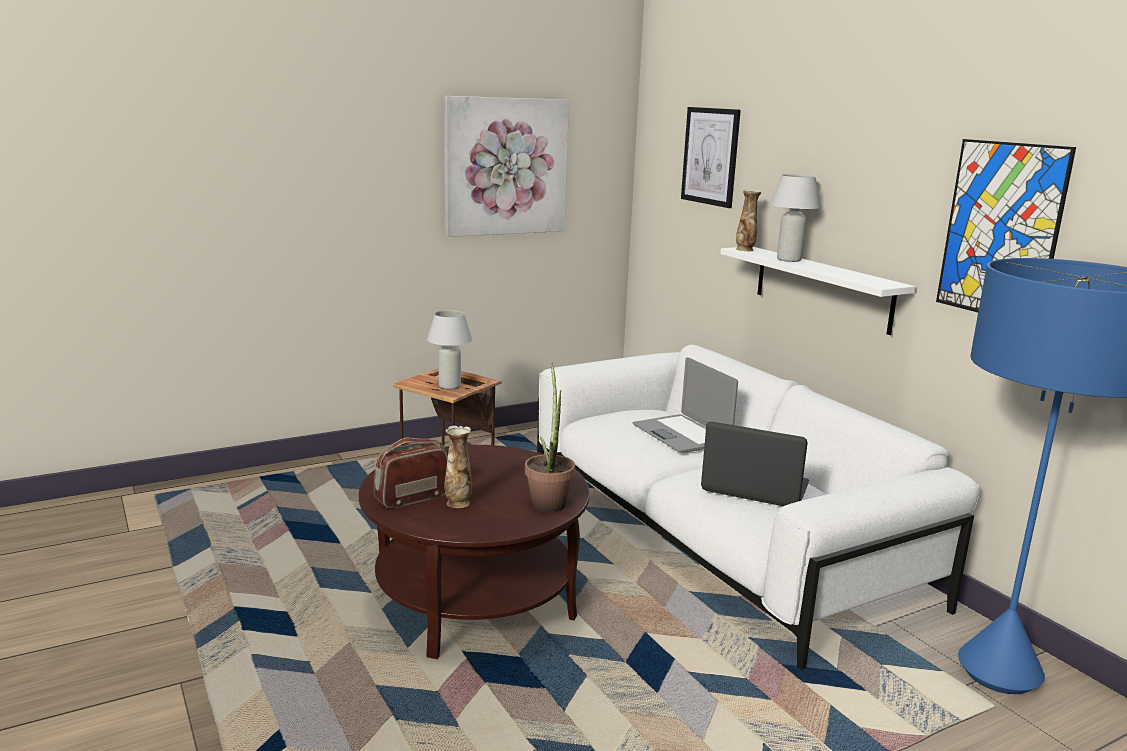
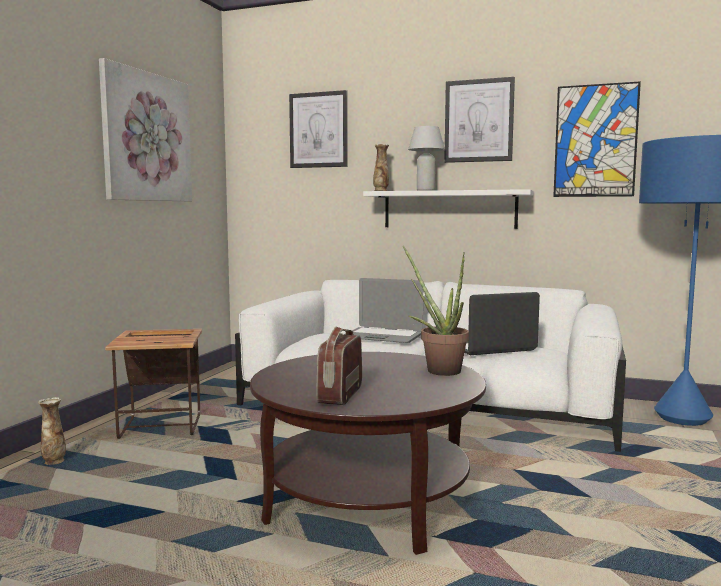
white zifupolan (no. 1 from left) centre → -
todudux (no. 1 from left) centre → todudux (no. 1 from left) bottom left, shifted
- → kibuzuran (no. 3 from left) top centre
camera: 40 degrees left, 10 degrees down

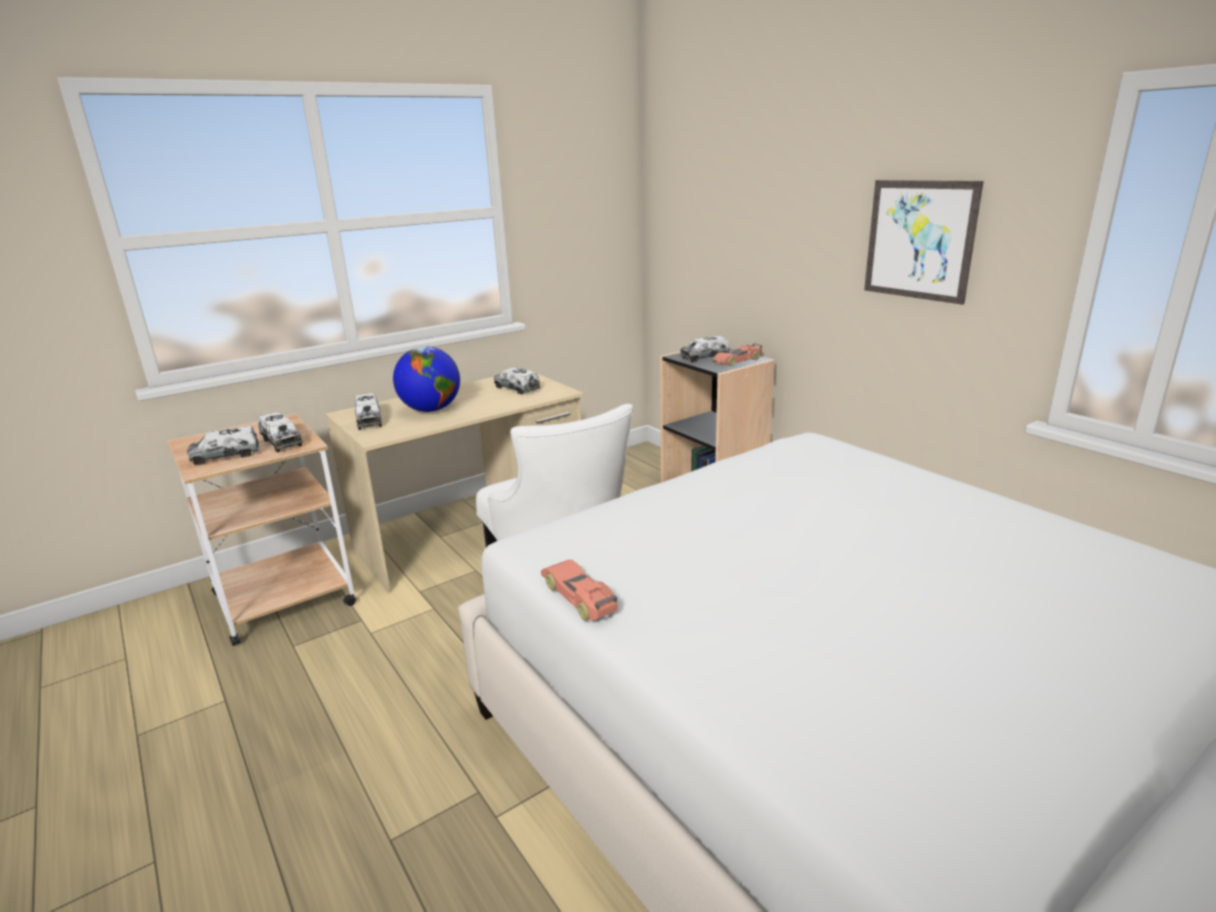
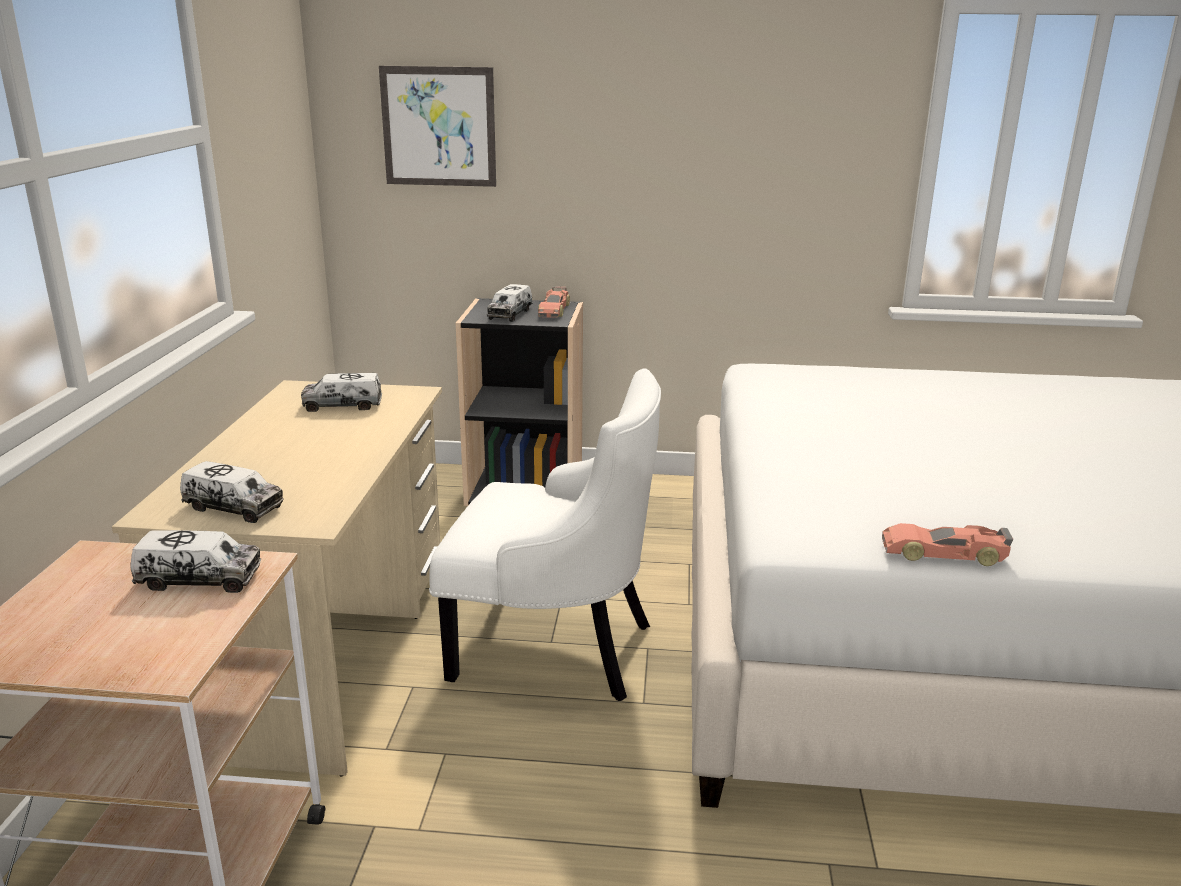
kibuzuran top right → kibuzuran top centre, shifted
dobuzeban centre → -
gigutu (no. 1 from left) middle left → -
camera: 50 degrees left, 0 degrees up

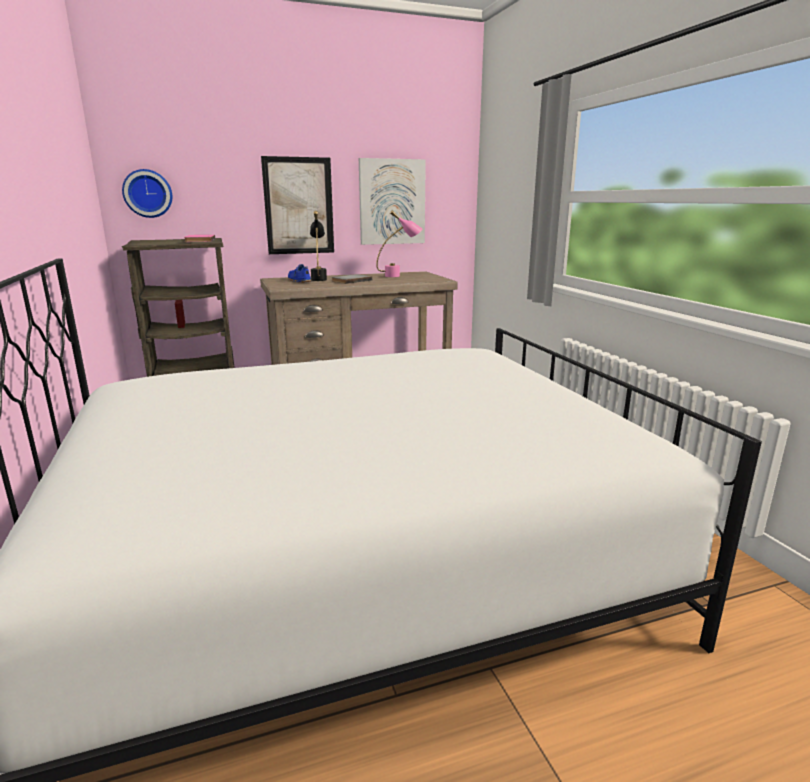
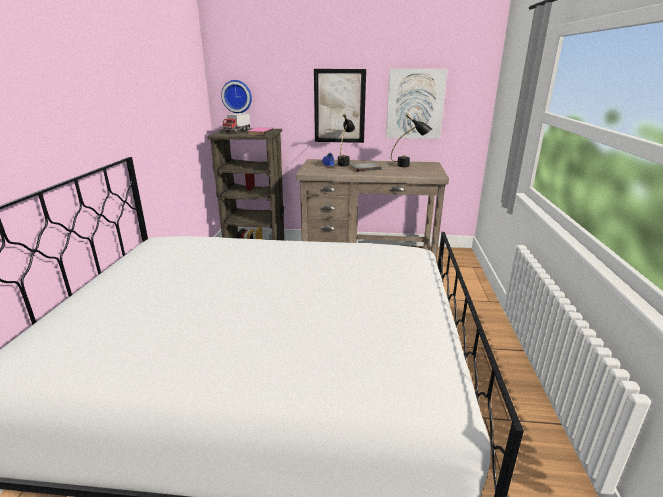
pink zifupolan top centre → black zifupolan (no. 2 from left) top centre
- → gigutu top centre
camera: 25 degrees right, 5 degrees up

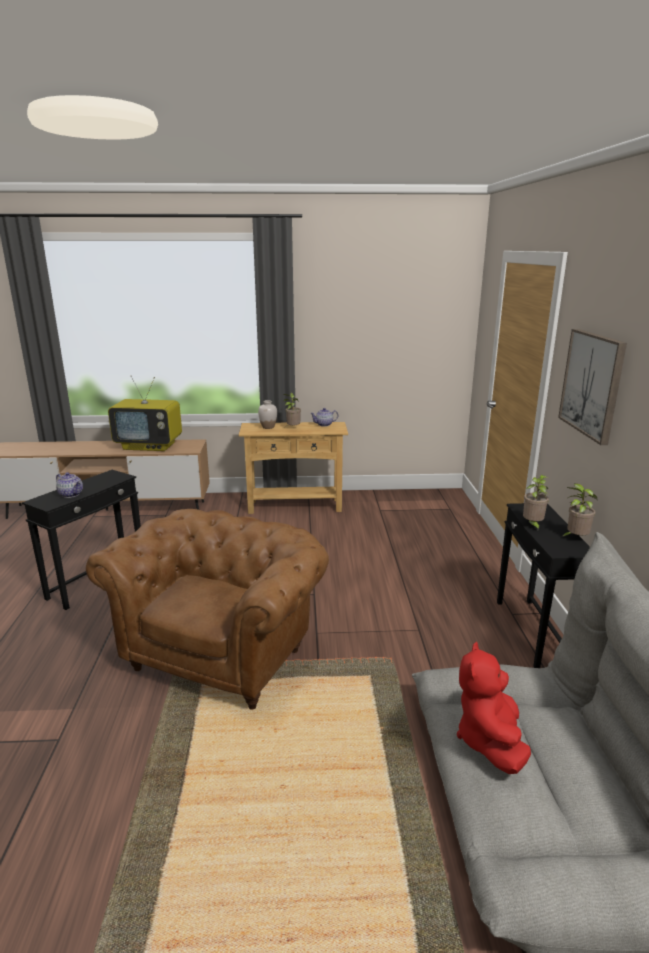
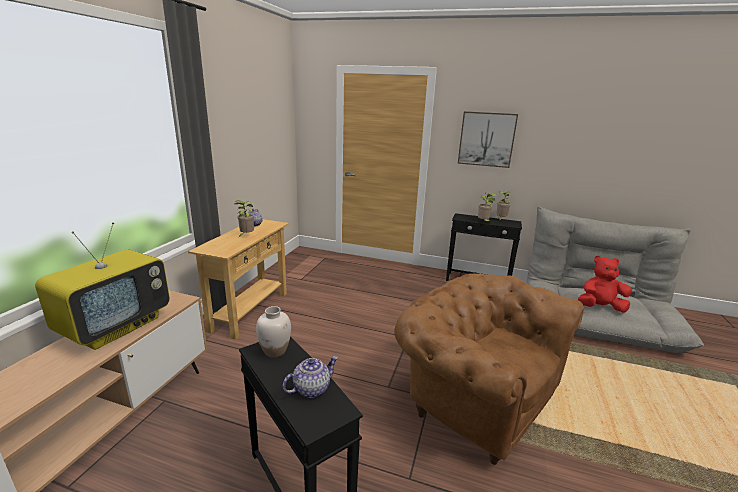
white todudux centre → white todudux bottom centre, shifted
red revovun bottom right → red revovun middle right, 150 degrees clockwise
camera: 70 degrees left, 0 degrees up

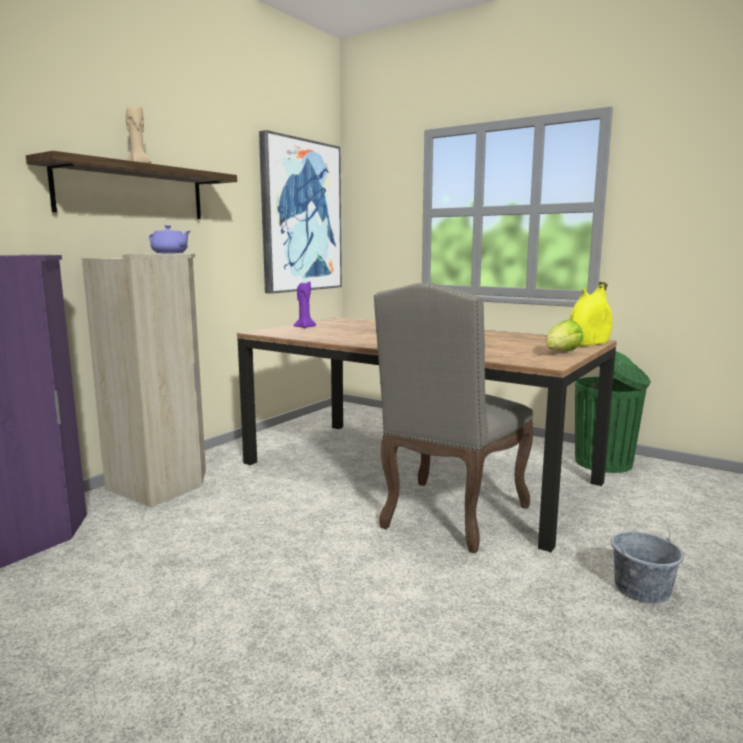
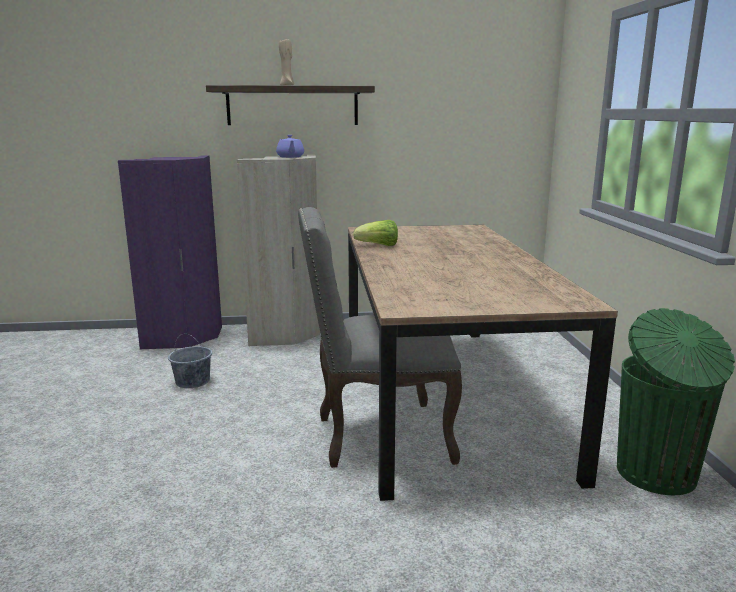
kibuzuran top centre → -
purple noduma centre → -
yellow todudux middle right → -
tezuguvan middle right → tezuguvan centre, shifted
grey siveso bottom right → grey siveso middle left, shifted
camera: 50 degrees right, 5 degrees up

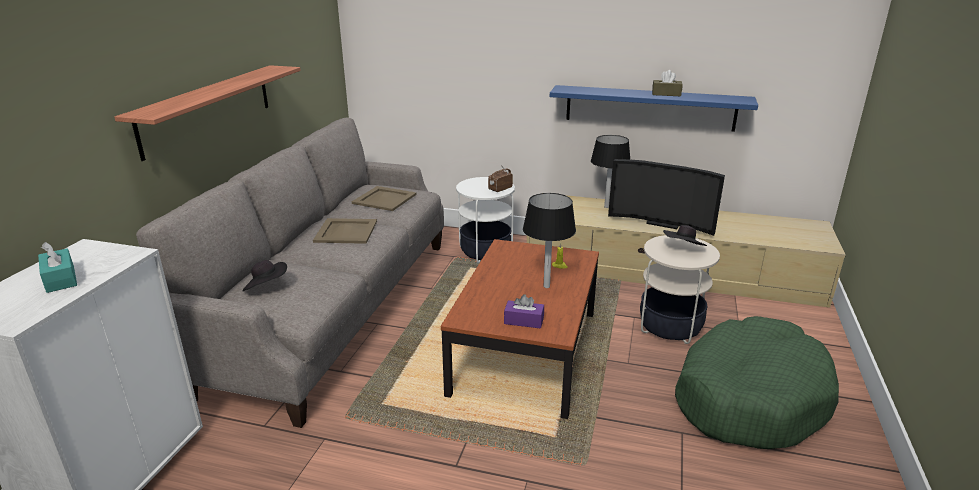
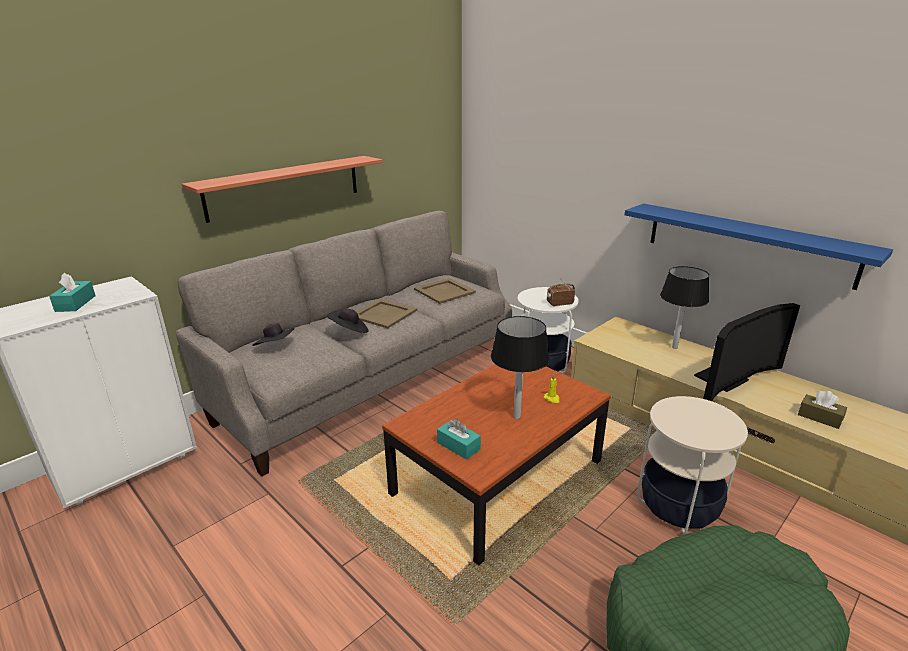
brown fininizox top right → brown fininizox middle right, shifted
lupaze middle right, 90 degrees counterclockwise
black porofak (no. 2 from left) middle right → black porofak (no. 2 from left) centre, shifted
purple fininizox centre → turquoise fininizox (no. 2 from left) bottom centre
camera: 30 degrees right, 0 degrees up

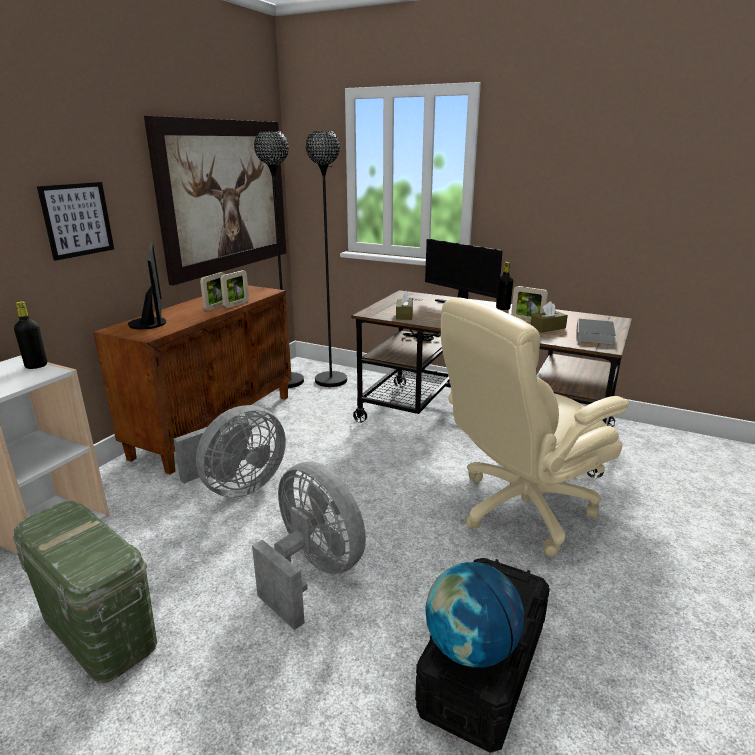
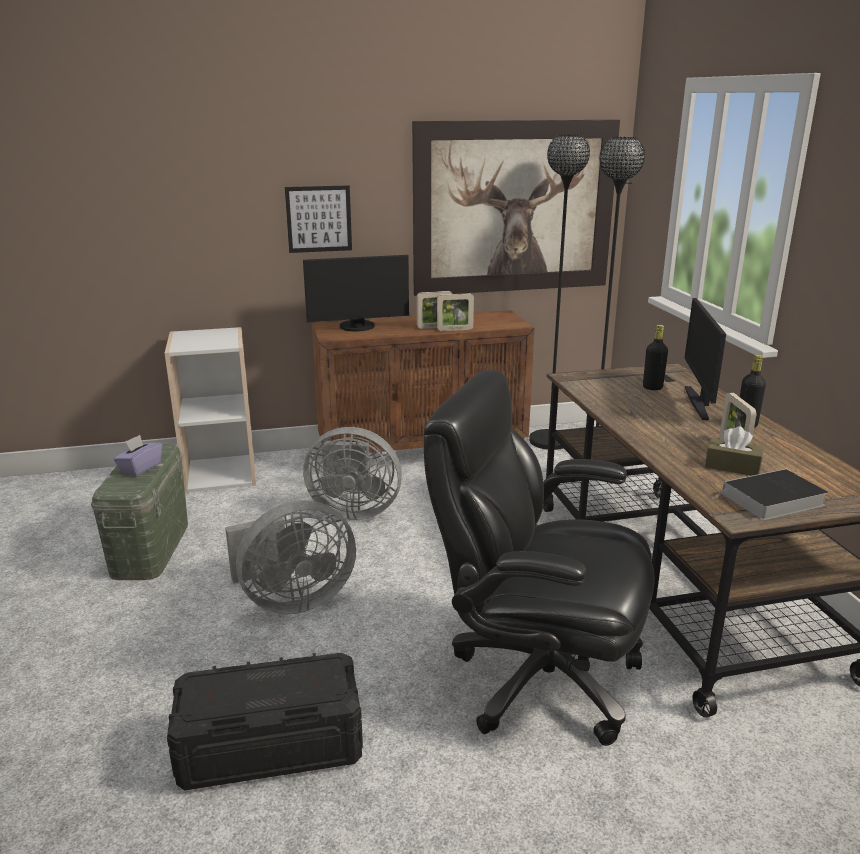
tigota (no. 1 from left) middle left → tigota (no. 1 from left) centre, 45 degrees clockwise
brown fininizox (no. 1 from left) centre → -
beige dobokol middle right → black dobokol centre
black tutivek (no. 1 from left) middle left → black tutivek (no. 1 from left) middle right, shifted
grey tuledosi (no. 2 from left in the first image) bottom centre → grey tuledosi (no. 1 from left) centre, 60 degrees clockwise
dobuzeban bottom centre → -
- → purple fininizox middle left
camera: 50 degrees right, 0 degrees up

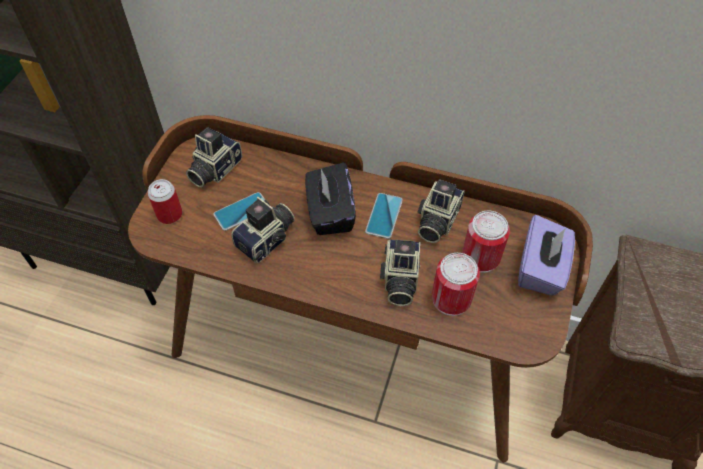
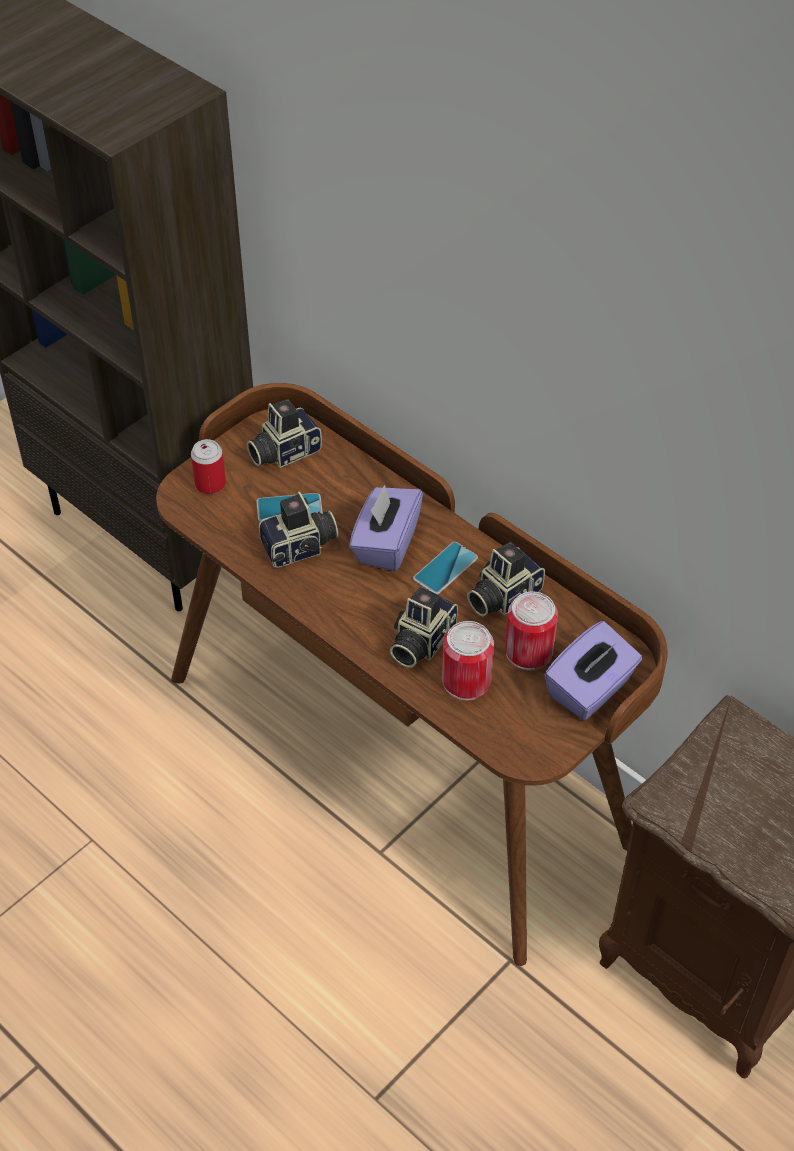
black fininizox centre → purple fininizox (no. 1 from left) centre
camera: 25 degrees right, 5 degrees down

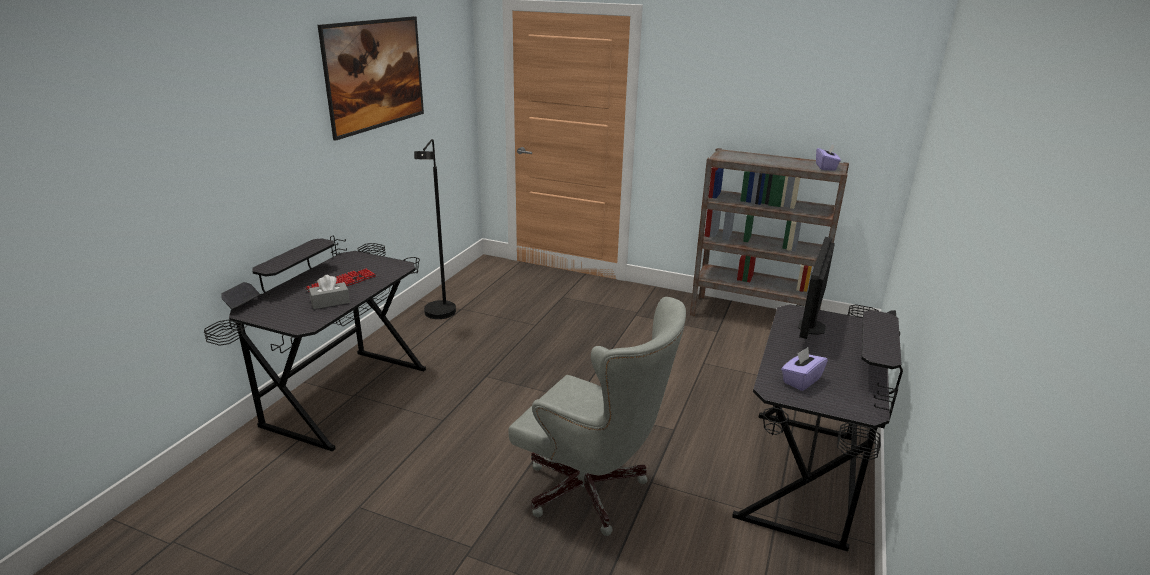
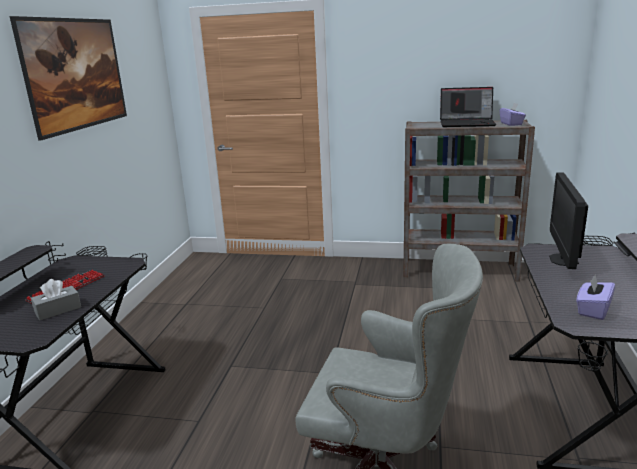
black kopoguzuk centre → -
- → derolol top right
camera: 10 degrees left, 5 degrees down

